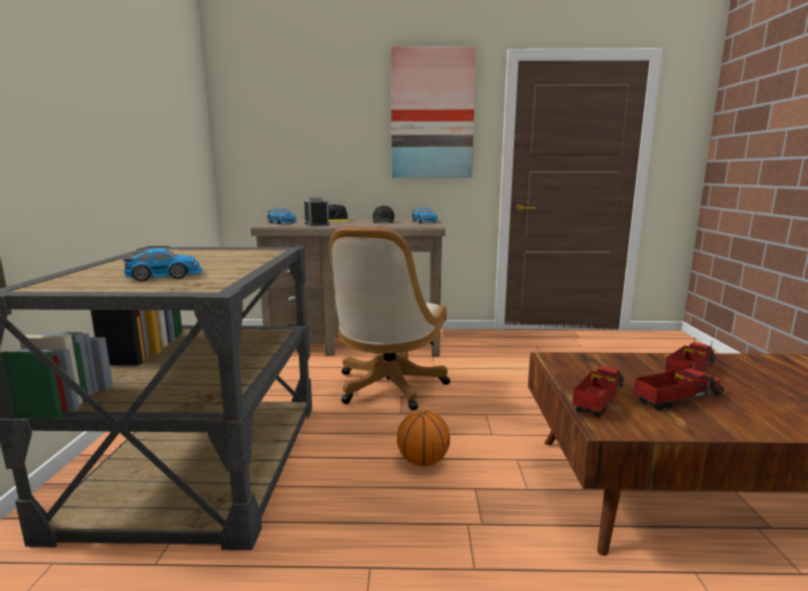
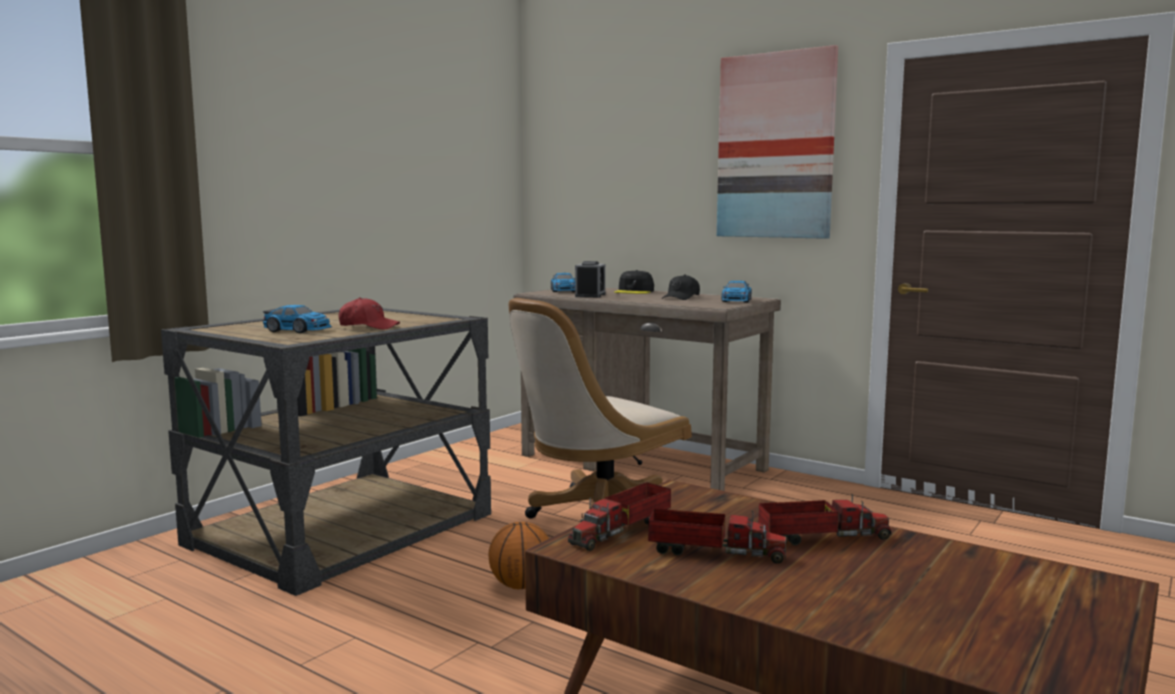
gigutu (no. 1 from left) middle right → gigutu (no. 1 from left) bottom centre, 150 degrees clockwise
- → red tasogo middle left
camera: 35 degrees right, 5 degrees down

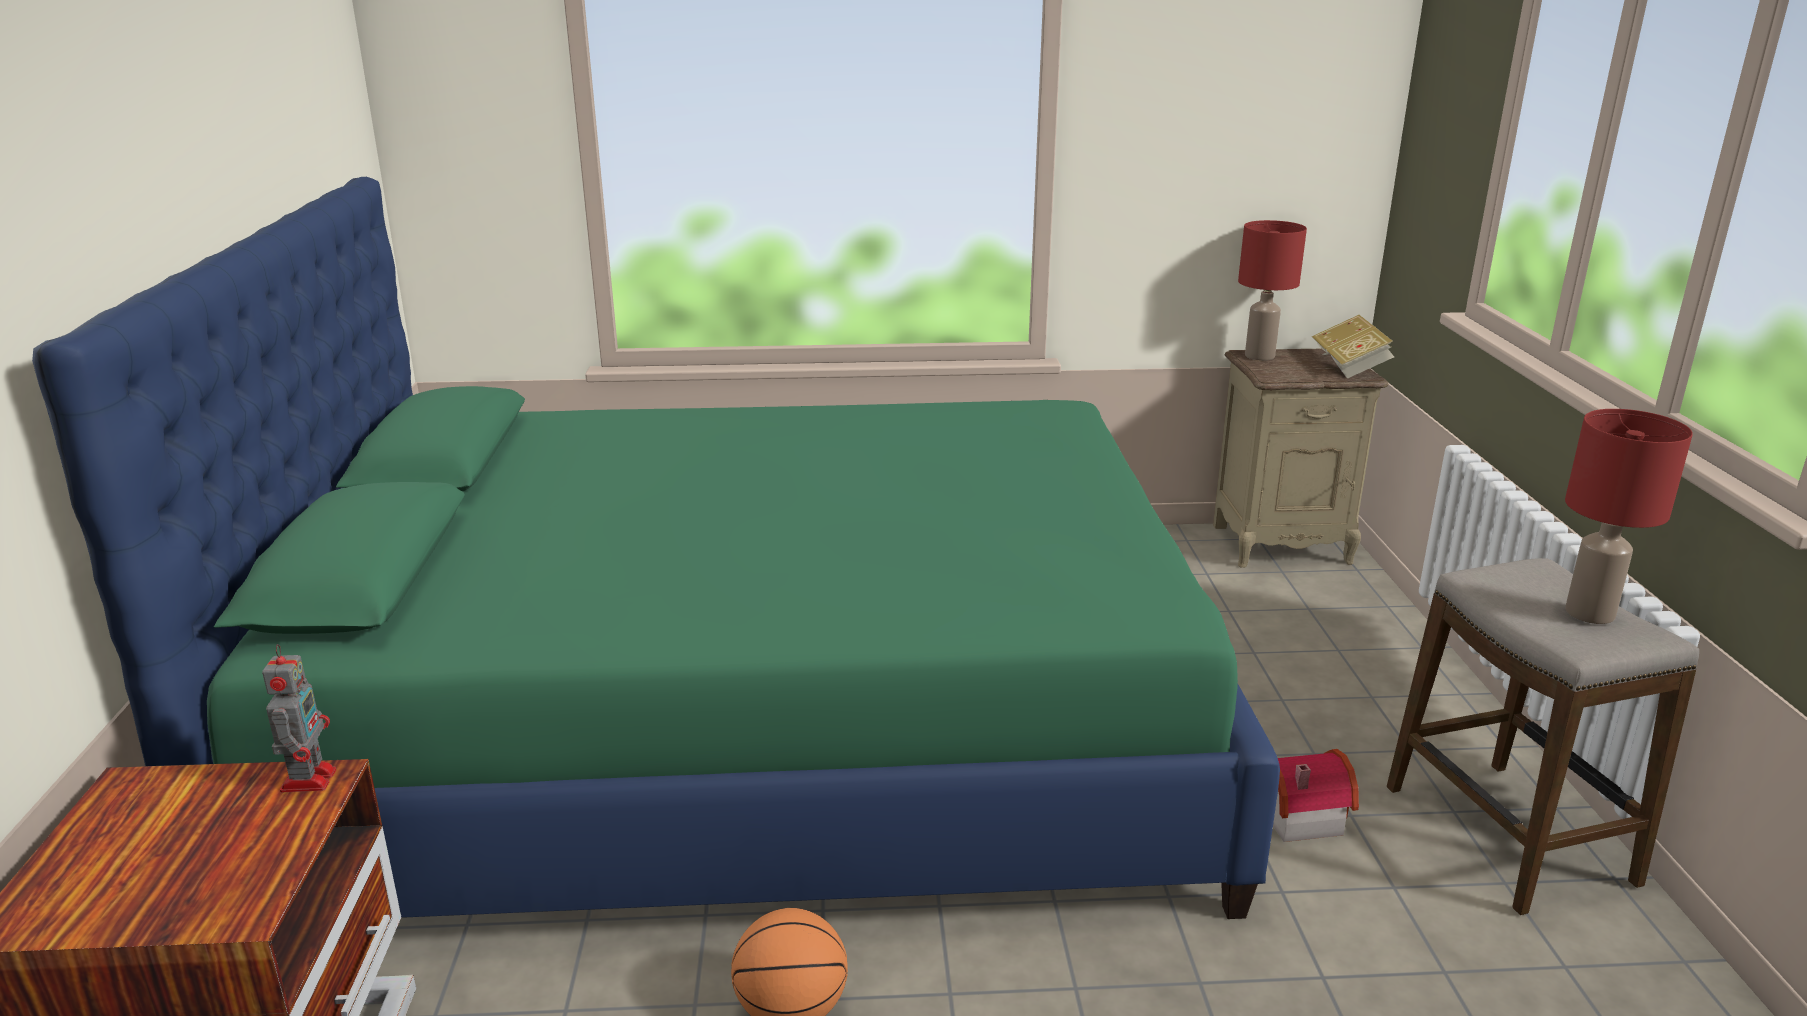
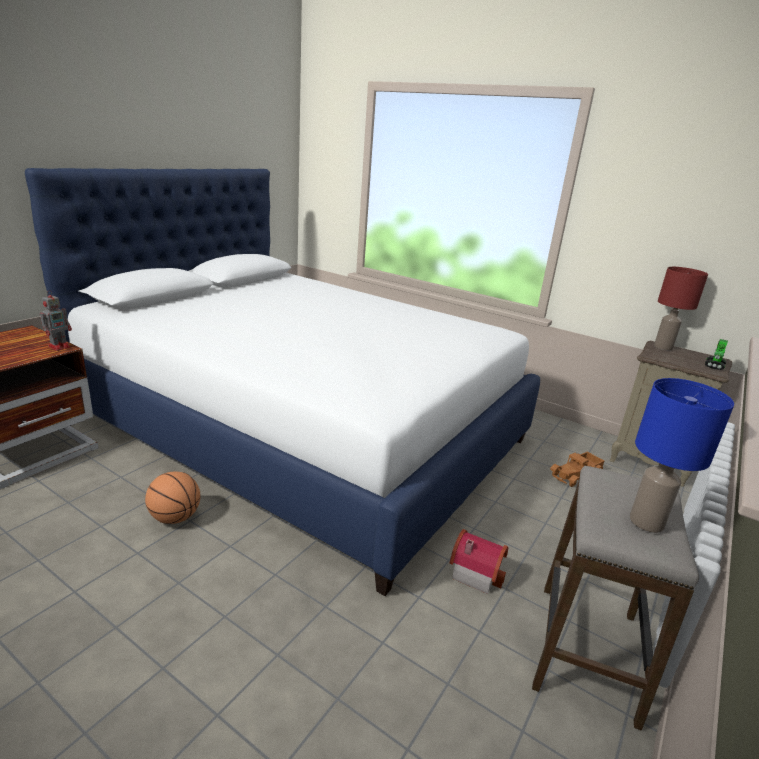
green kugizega centre → white kugizega centre
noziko middle right → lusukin (no. 2 from left) middle right
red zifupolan (no. 2 from left) middle right → blue zifupolan middle right
- → gigutu middle right
camera: 35 degrees right, 0 degrees up

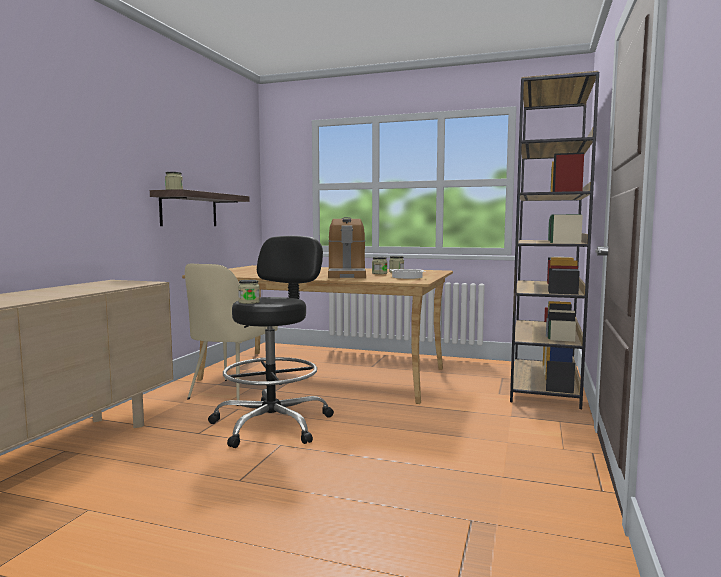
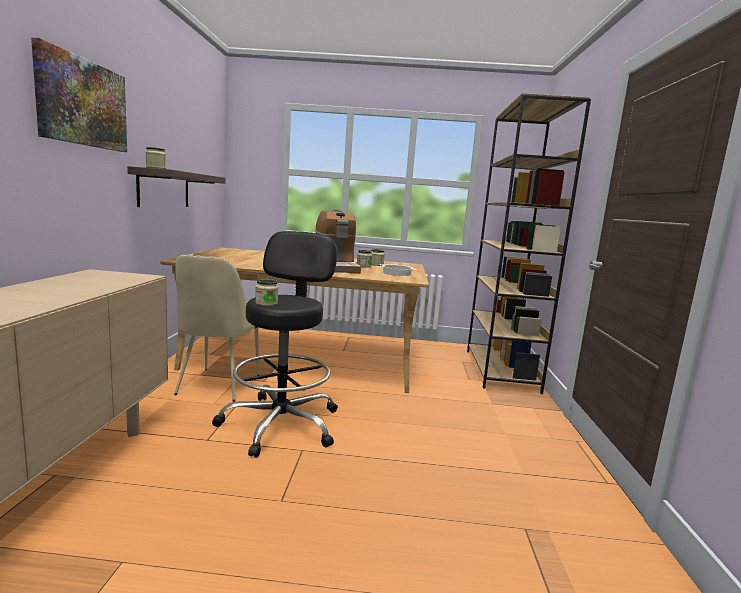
- → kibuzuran top left
camera: 15 degrees left, 5 degrees up

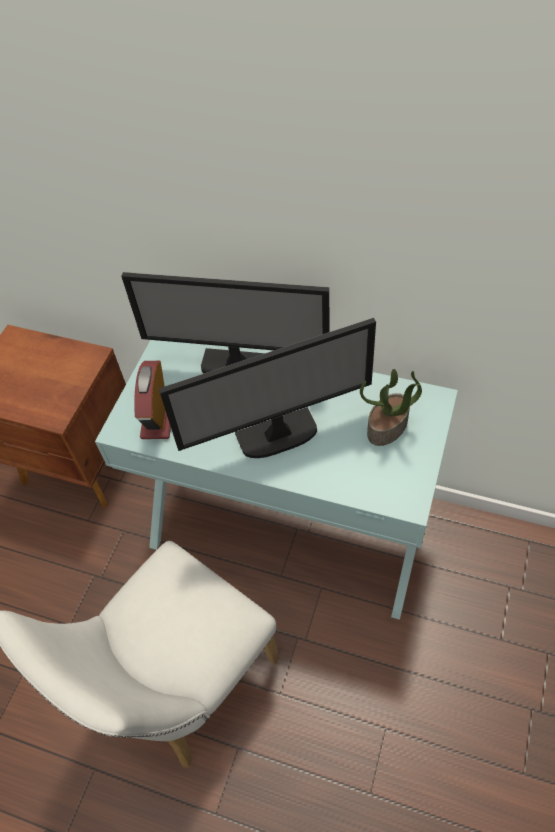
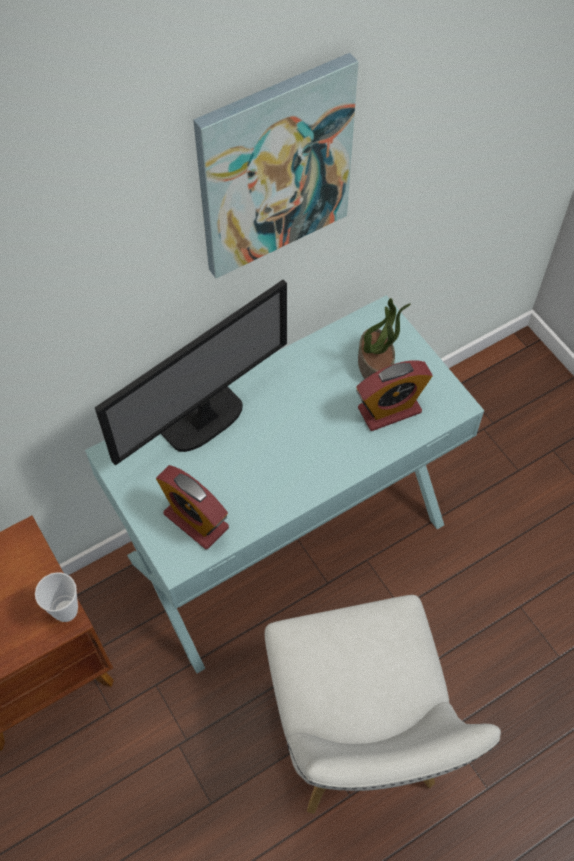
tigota (no. 2 from left) centre → -
- → kibuzuran top centre
- → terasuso (no. 2 from left) middle right
- → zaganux bottom left
camera: 55 degrees left, 5 degrees up

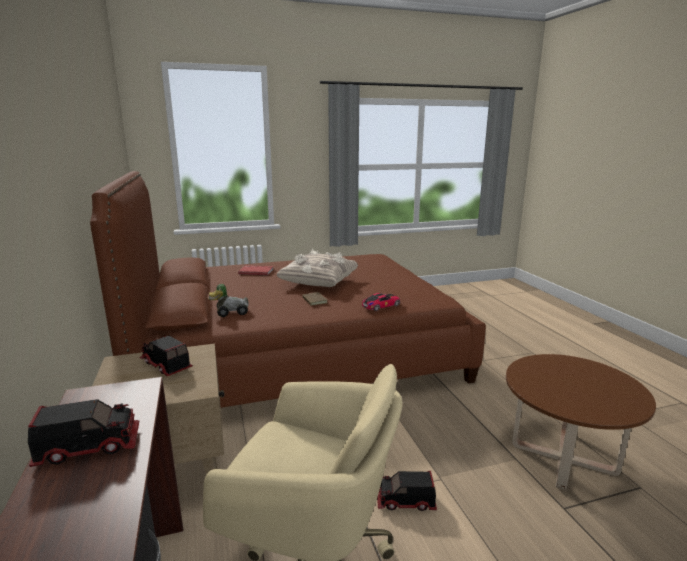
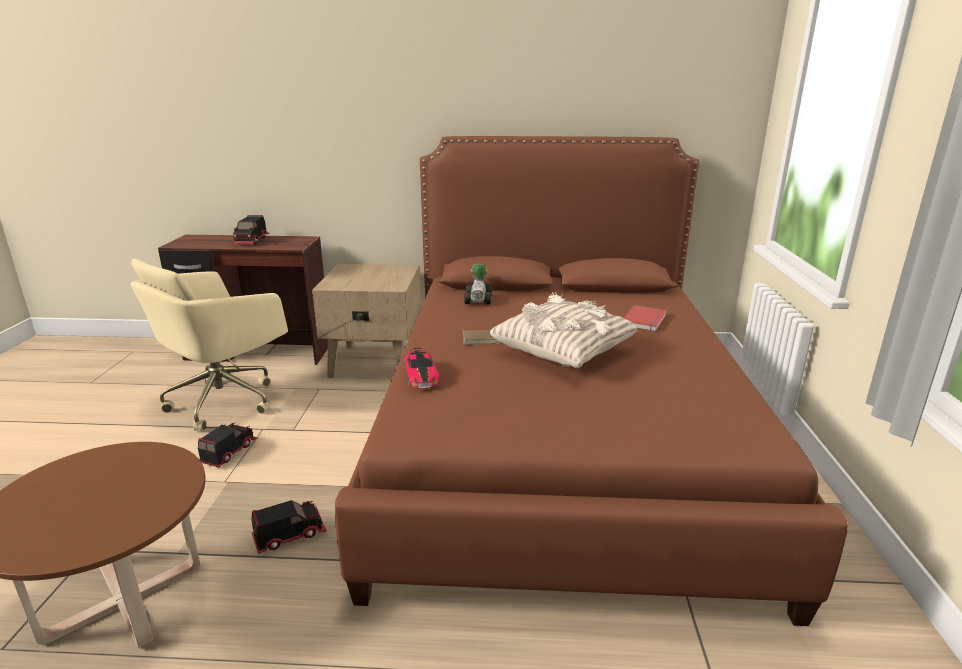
gigutu (no. 2 from left in the first image) middle left → gigutu (no. 3 from left) bottom left, shifted
camera: 110 degrees right, 5 degrees up

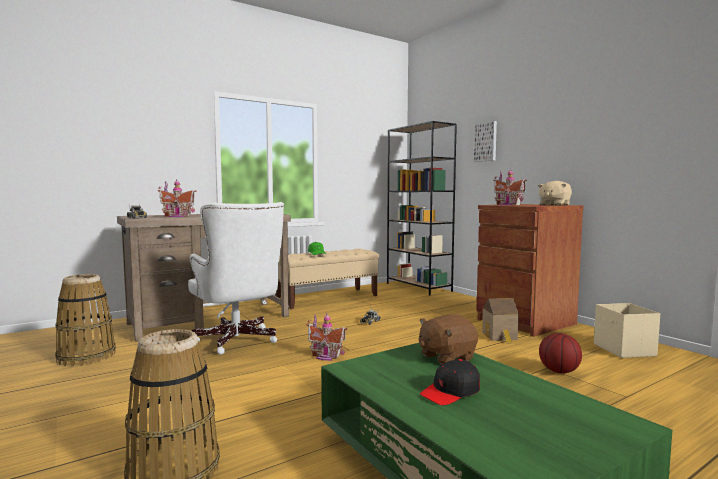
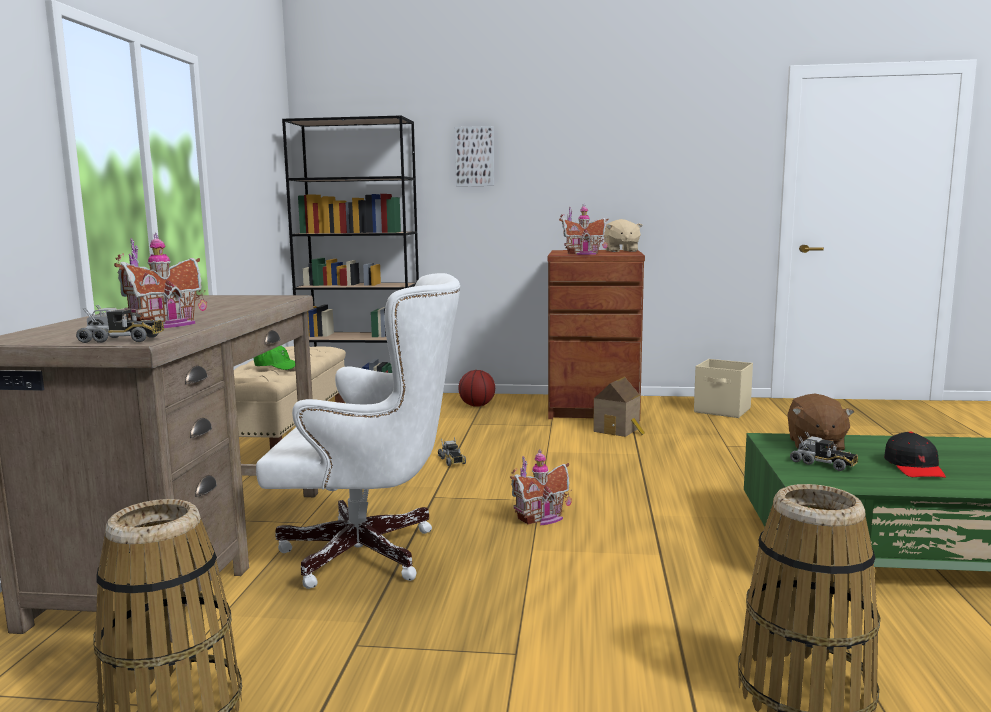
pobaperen bottom right → pobaperen centre, shifted
- → gigutu (no. 3 from left) middle right
camera: 50 degrees left, 5 degrees up

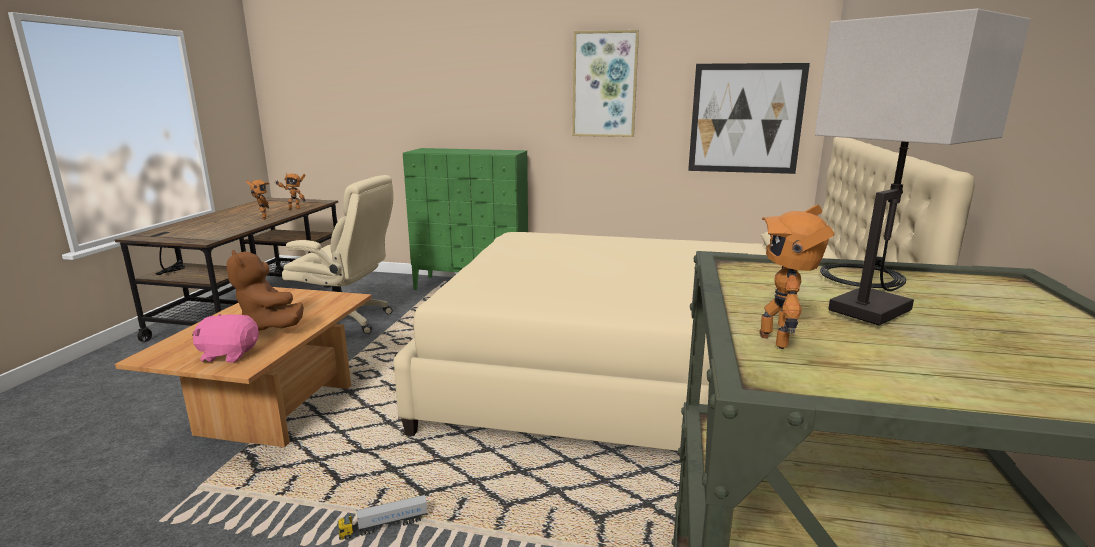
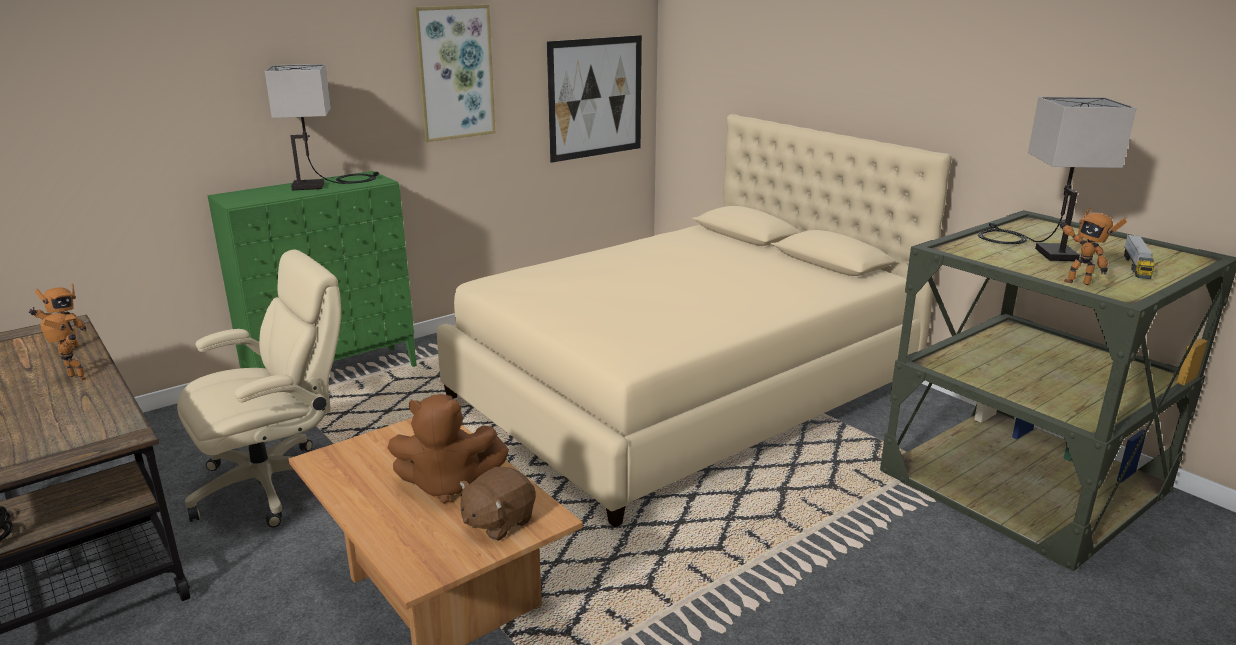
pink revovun middle left → brown revovun (no. 2 from left) bottom centre
gigutu bottom centre → gigutu middle right, shifted
- → zifupolan (no. 1 from left) top left
camera: 50 degrees left, 5 degrees up

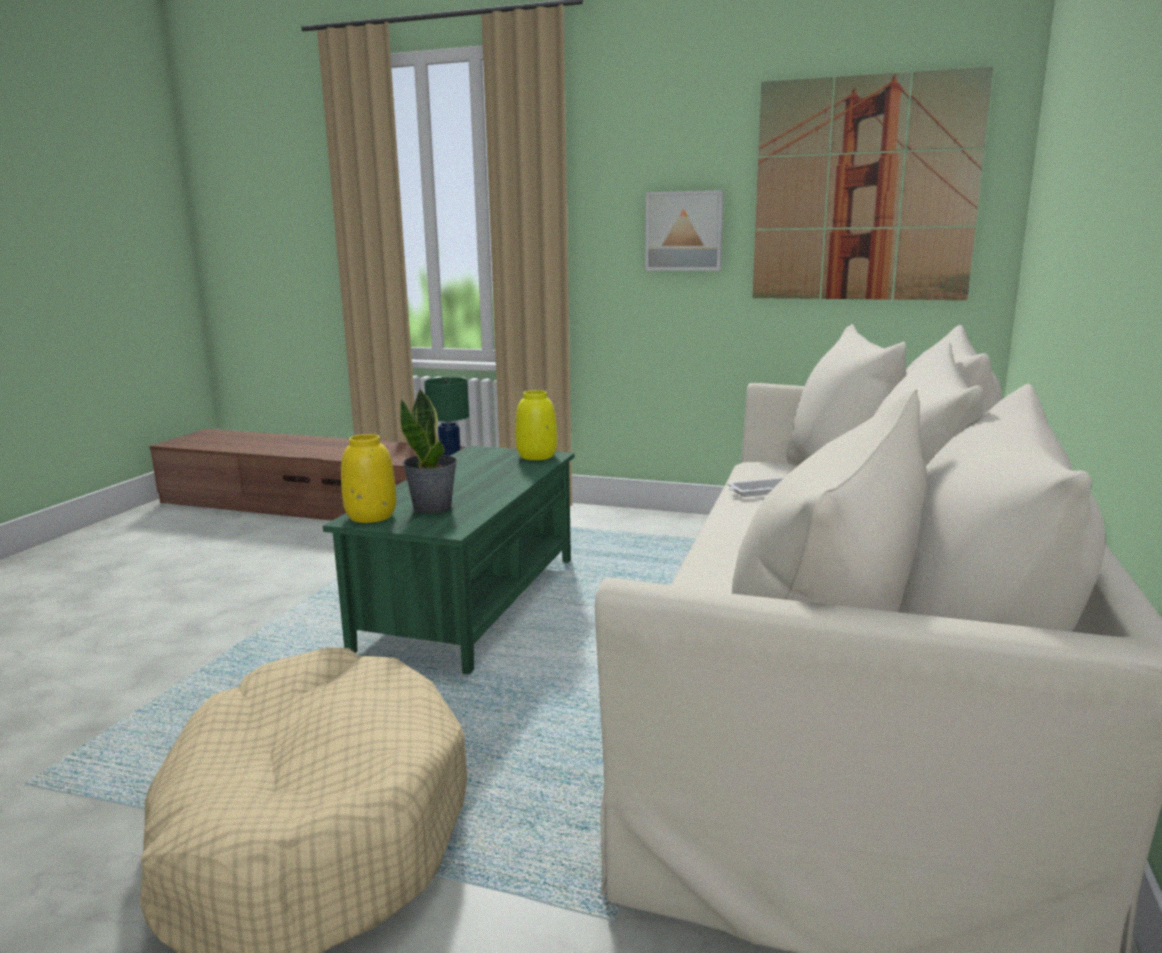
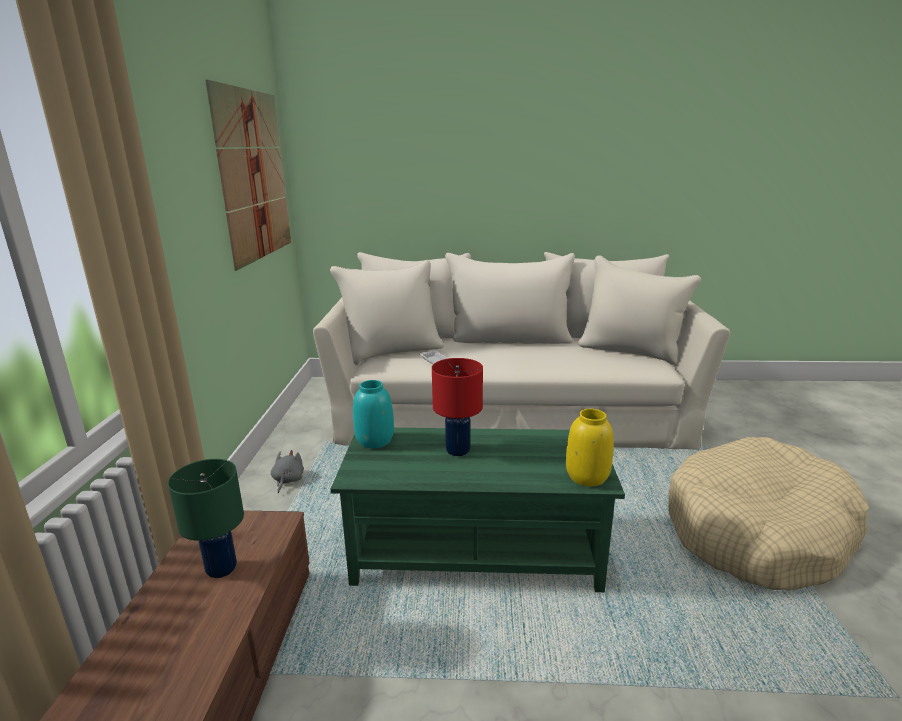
kibuzuran (no. 1 from left) top centre → -
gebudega centre → -
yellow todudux (no. 2 from left) centre → turquoise todudux centre
- → red zifupolan centre
- → grey revovun middle left
camera: 105 degrees left, 5 degrees up

